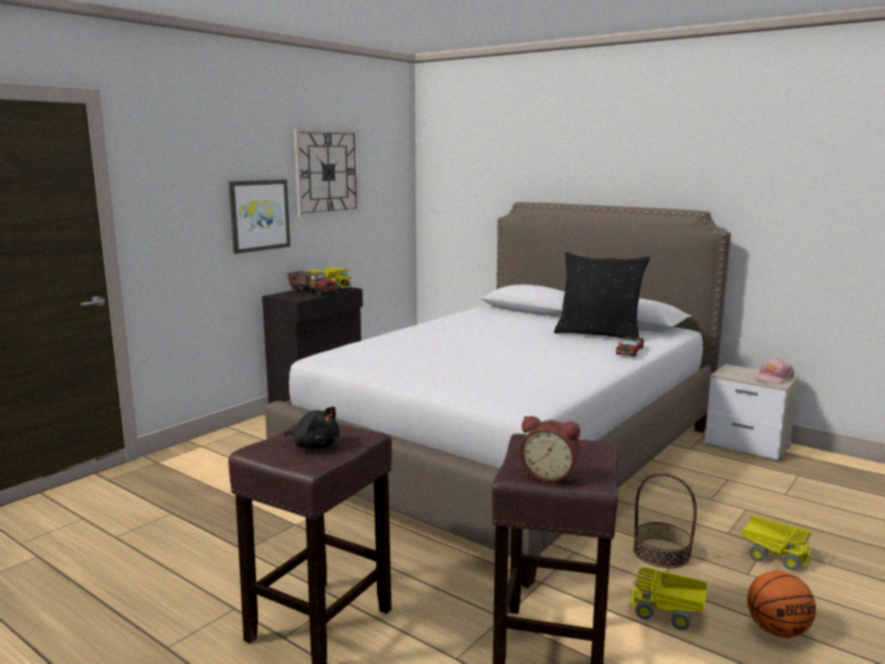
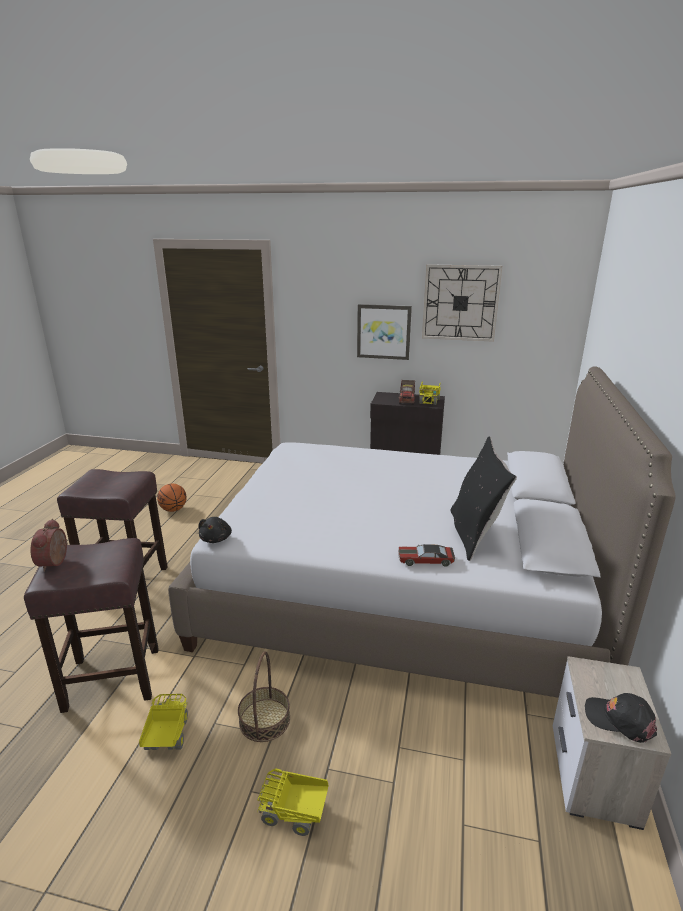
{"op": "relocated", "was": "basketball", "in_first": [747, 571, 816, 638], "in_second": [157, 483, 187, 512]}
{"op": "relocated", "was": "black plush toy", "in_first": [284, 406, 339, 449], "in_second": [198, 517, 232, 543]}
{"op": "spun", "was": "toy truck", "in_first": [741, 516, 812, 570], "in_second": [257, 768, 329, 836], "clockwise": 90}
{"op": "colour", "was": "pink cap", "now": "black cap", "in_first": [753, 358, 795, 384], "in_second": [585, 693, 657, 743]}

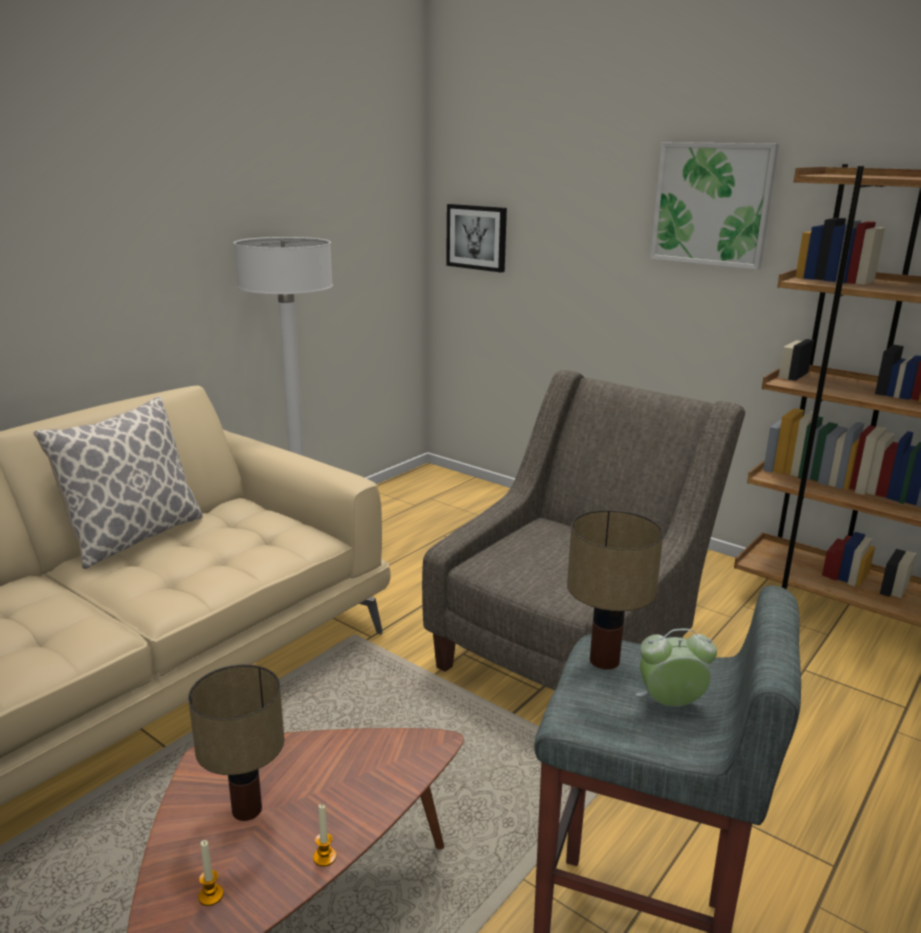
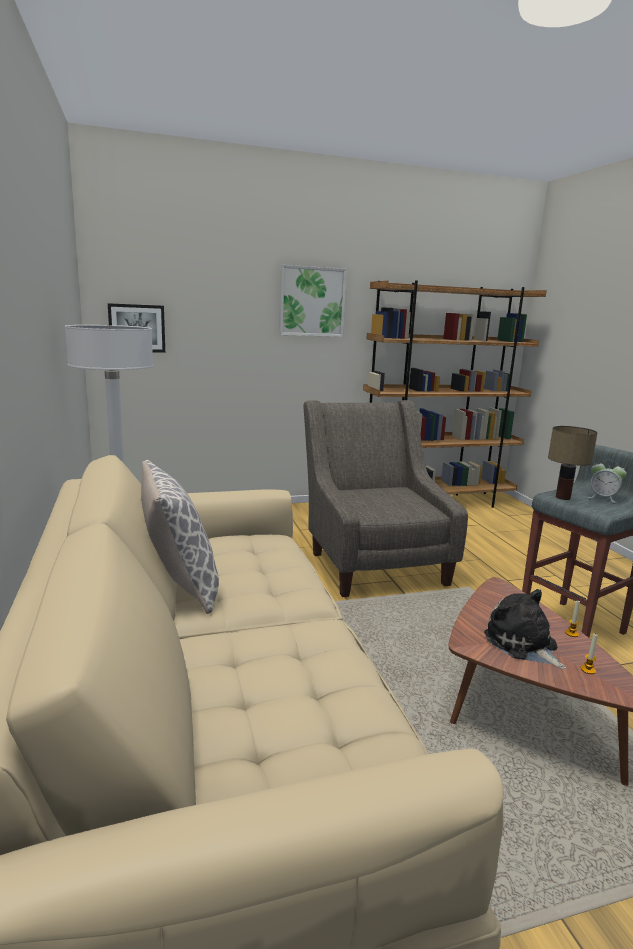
{"op": "exchanged", "was": "table lamp", "now": "plush toy", "in_first": [188, 664, 284, 821], "in_second": [484, 589, 566, 669]}
{"op": "spun", "was": "alarm clock", "in_first": [636, 629, 717, 707], "in_second": [587, 460, 627, 503], "clockwise": -90}

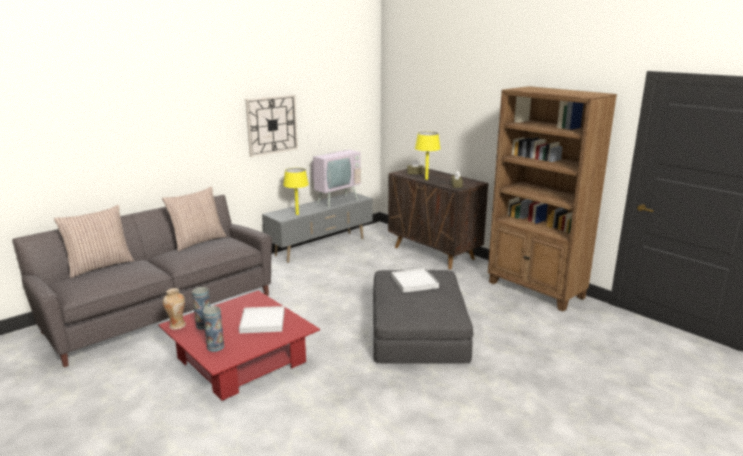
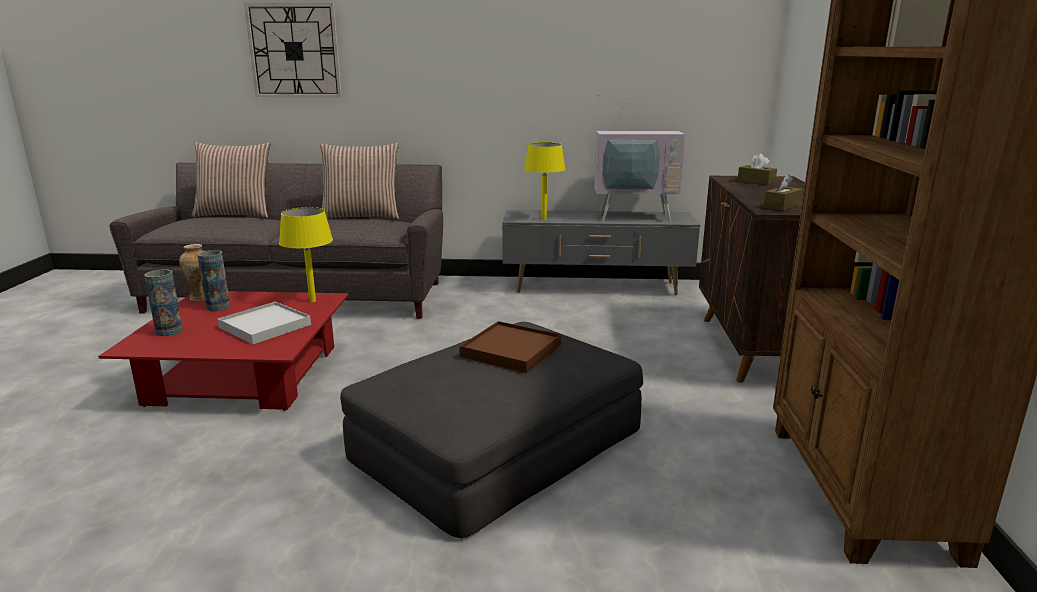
{"op": "relocated", "was": "wall clock", "in_first": [245, 95, 298, 157], "in_second": [244, 3, 342, 97]}
{"op": "relocated", "was": "yellow table lamp", "in_first": [415, 132, 441, 180], "in_second": [279, 207, 333, 302]}
{"op": "colour", "was": "white tray", "now": "brown tray", "in_first": [391, 268, 439, 293], "in_second": [459, 321, 561, 373]}

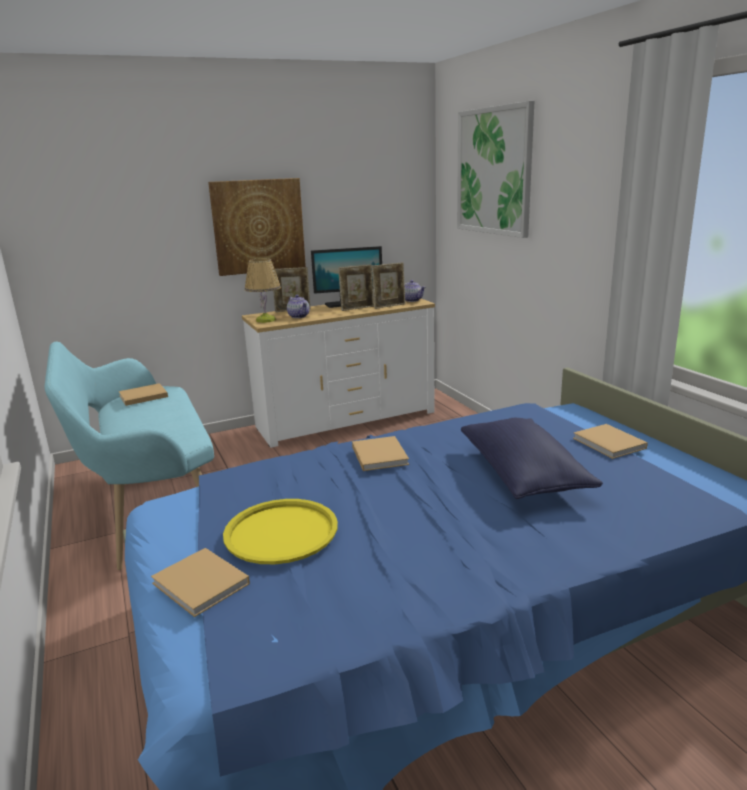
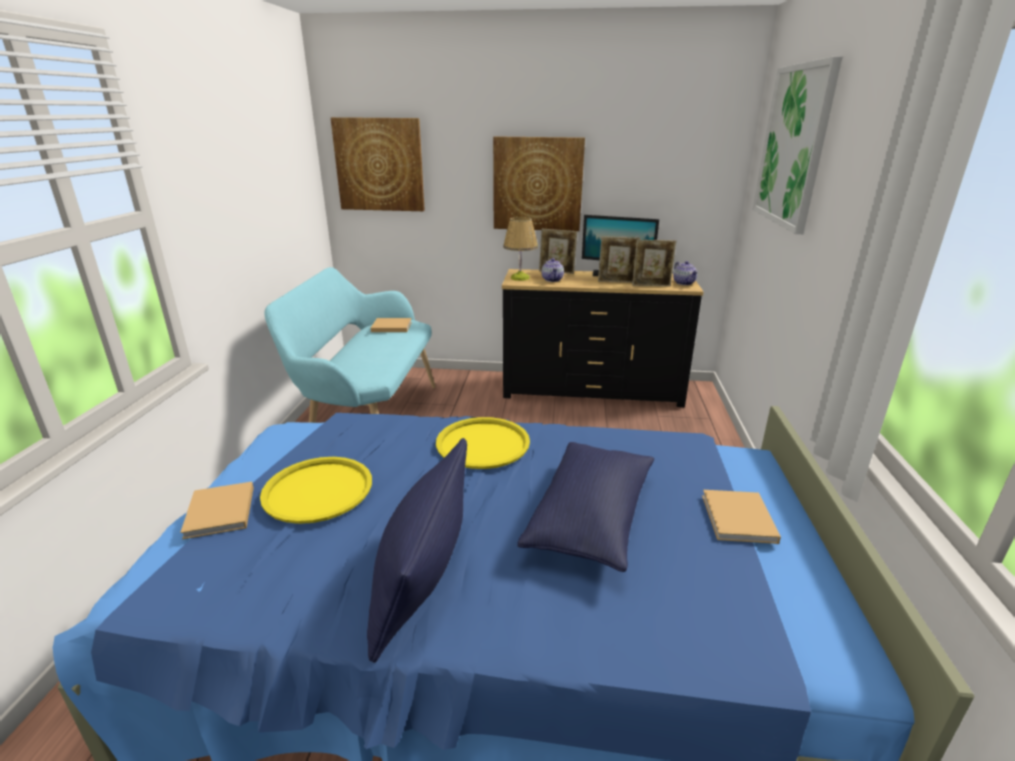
{"op": "appeared", "now": "picture", "in_second": [331, 117, 425, 211]}
{"op": "appeared", "now": "blue pillow", "in_second": [367, 438, 467, 663]}
{"op": "exchanged", "was": "beige book", "now": "yellow tray", "in_first": [352, 436, 409, 471], "in_second": [436, 417, 530, 469]}
{"op": "colour", "was": "white dresser", "now": "black dresser", "in_first": [242, 299, 435, 448], "in_second": [502, 269, 703, 407]}

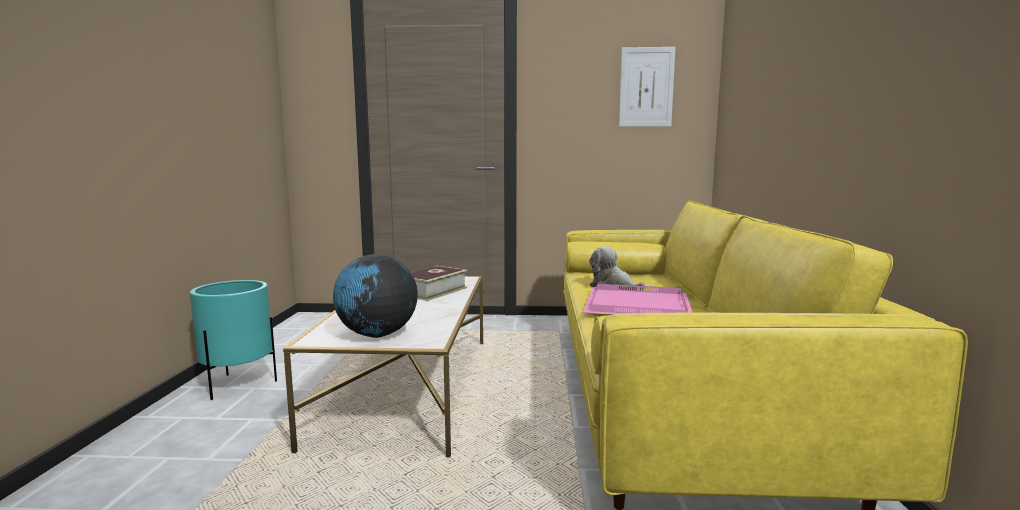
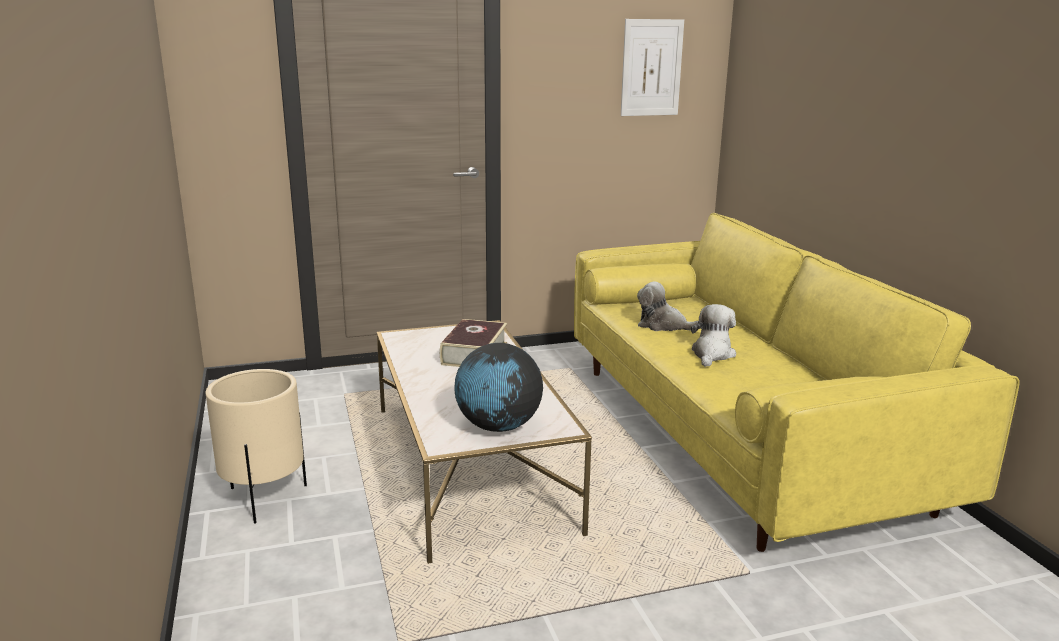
{"op": "colour", "was": "turquoise planter", "now": "beige planter", "in_first": [190, 280, 277, 400], "in_second": [206, 369, 307, 524]}
{"op": "exchanged", "was": "pink tray", "now": "plush toy", "in_first": [583, 284, 693, 317], "in_second": [691, 304, 736, 367]}

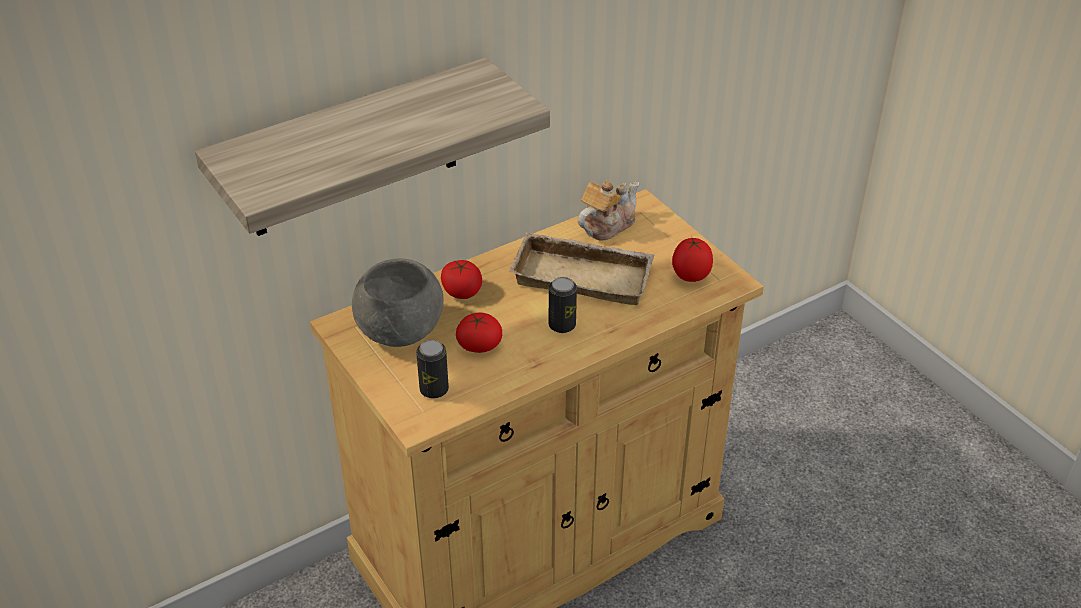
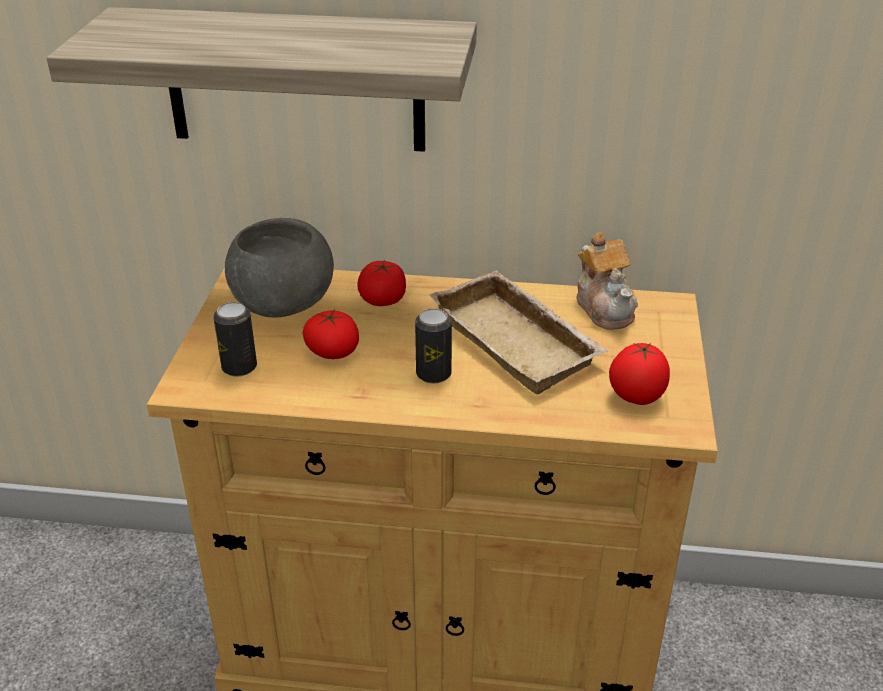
{"op": "spun", "was": "teapot", "in_first": [578, 180, 639, 241], "in_second": [576, 232, 638, 330], "clockwise": 75}

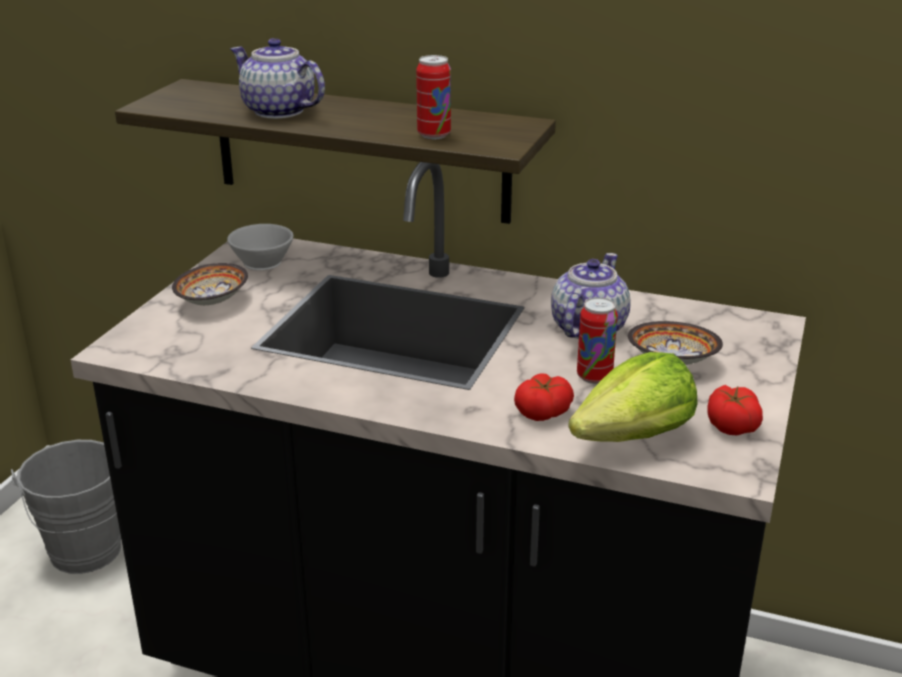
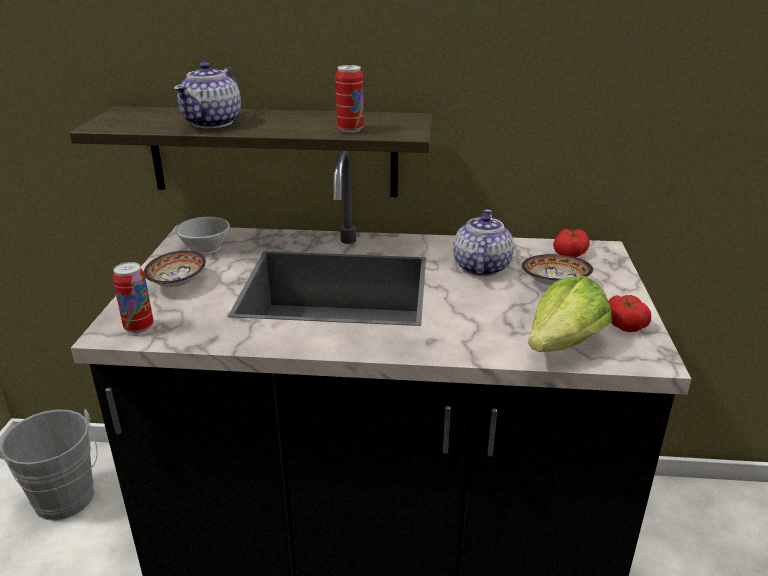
{"op": "relocated", "was": "can", "in_first": [577, 297, 618, 384], "in_second": [113, 262, 154, 333]}
{"op": "spun", "was": "teapot", "in_first": [230, 38, 325, 119], "in_second": [174, 62, 241, 128], "clockwise": -90}
{"op": "relocated", "was": "tomato", "in_first": [514, 373, 574, 421], "in_second": [553, 229, 590, 257]}

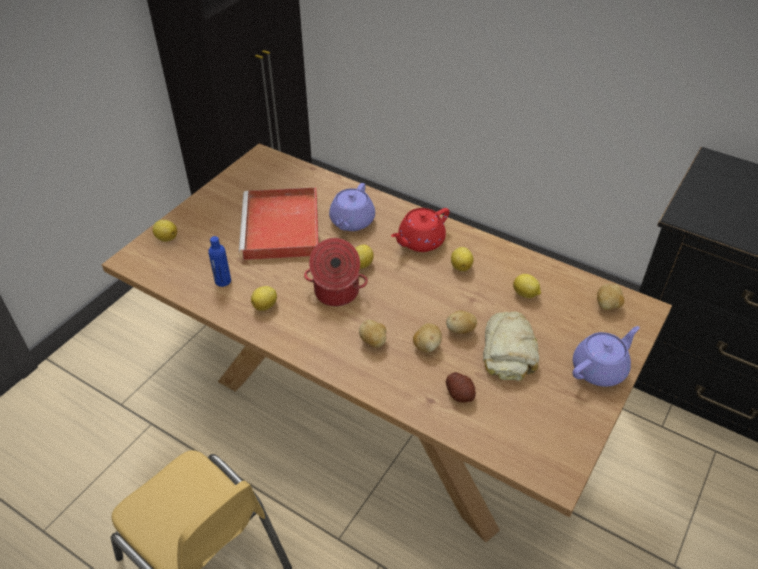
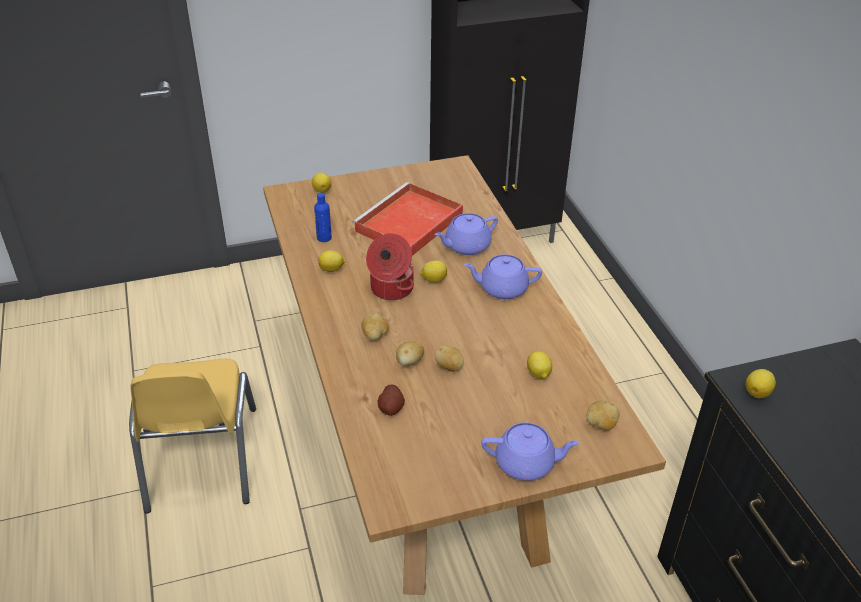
{"op": "colour", "was": "red teapot", "now": "purple teapot", "in_first": [391, 208, 450, 252], "in_second": [464, 254, 542, 299]}
{"op": "relocated", "was": "lemon", "in_first": [451, 247, 474, 271], "in_second": [746, 369, 776, 398]}
{"op": "missing", "was": "bread", "in_first": [483, 311, 539, 381]}

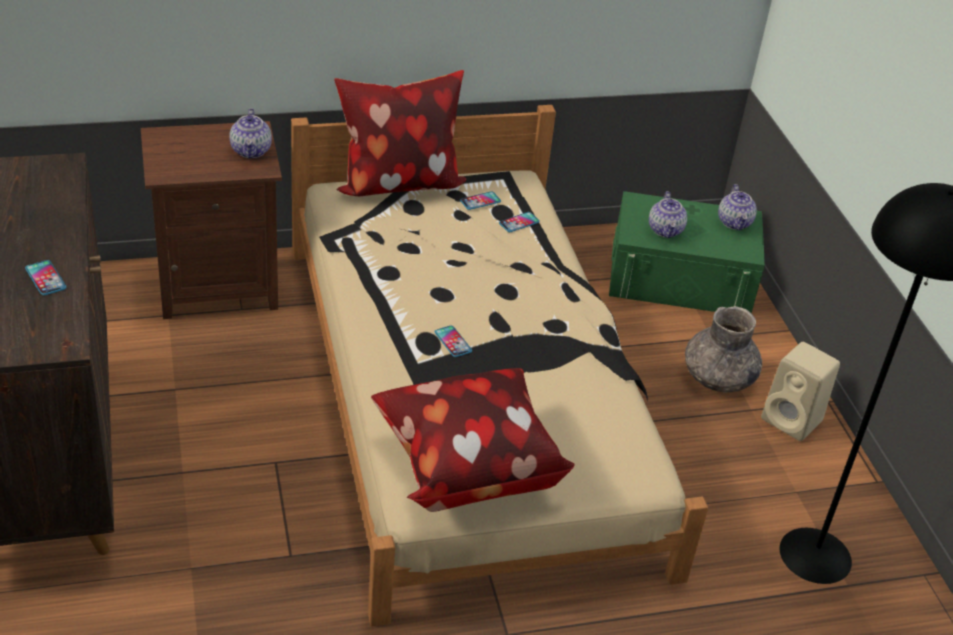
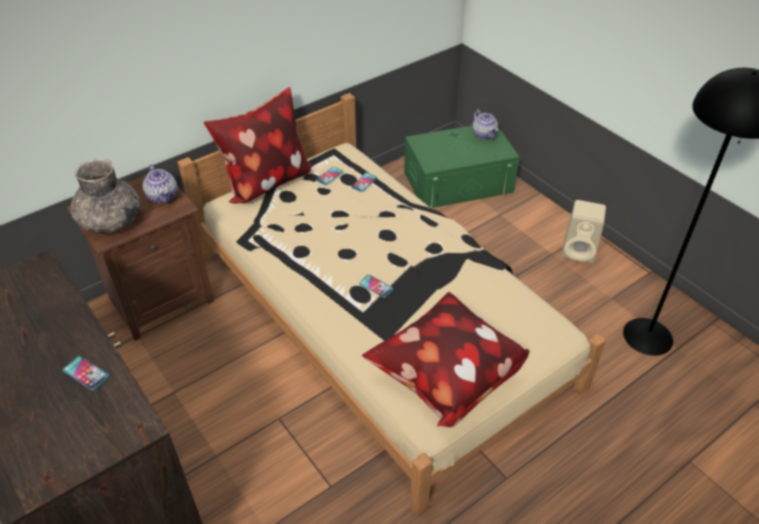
{"op": "relocated", "was": "grey vase", "in_first": [685, 306, 762, 392], "in_second": [70, 158, 140, 234]}
{"op": "missing", "was": "teapot", "in_first": [649, 191, 687, 238]}

